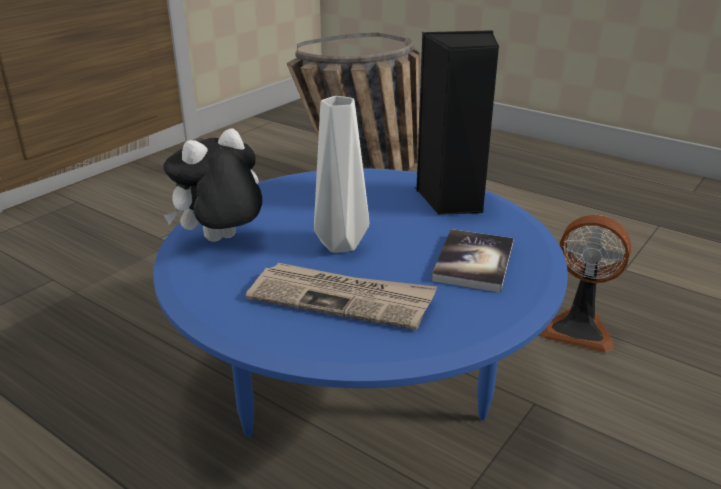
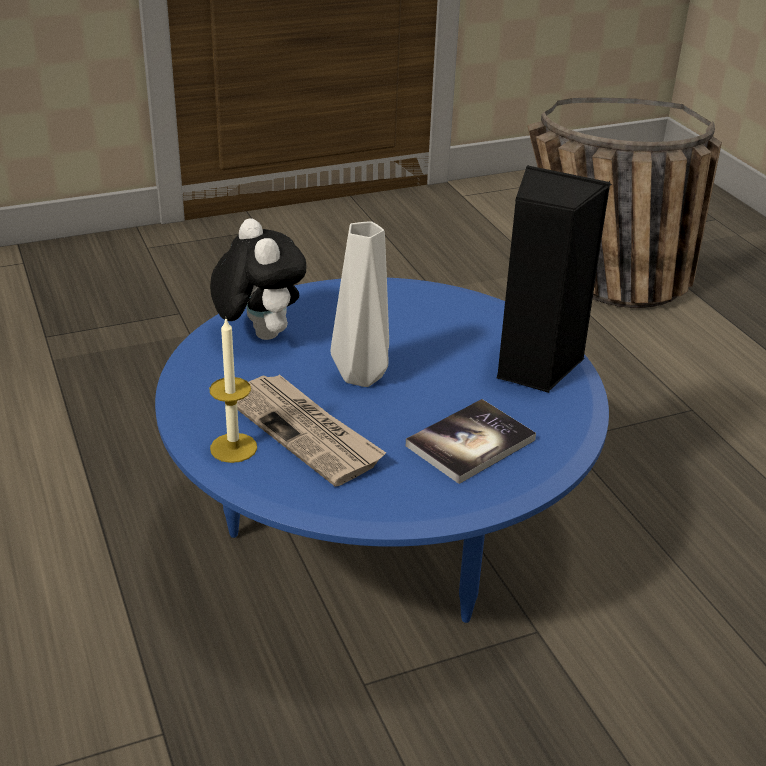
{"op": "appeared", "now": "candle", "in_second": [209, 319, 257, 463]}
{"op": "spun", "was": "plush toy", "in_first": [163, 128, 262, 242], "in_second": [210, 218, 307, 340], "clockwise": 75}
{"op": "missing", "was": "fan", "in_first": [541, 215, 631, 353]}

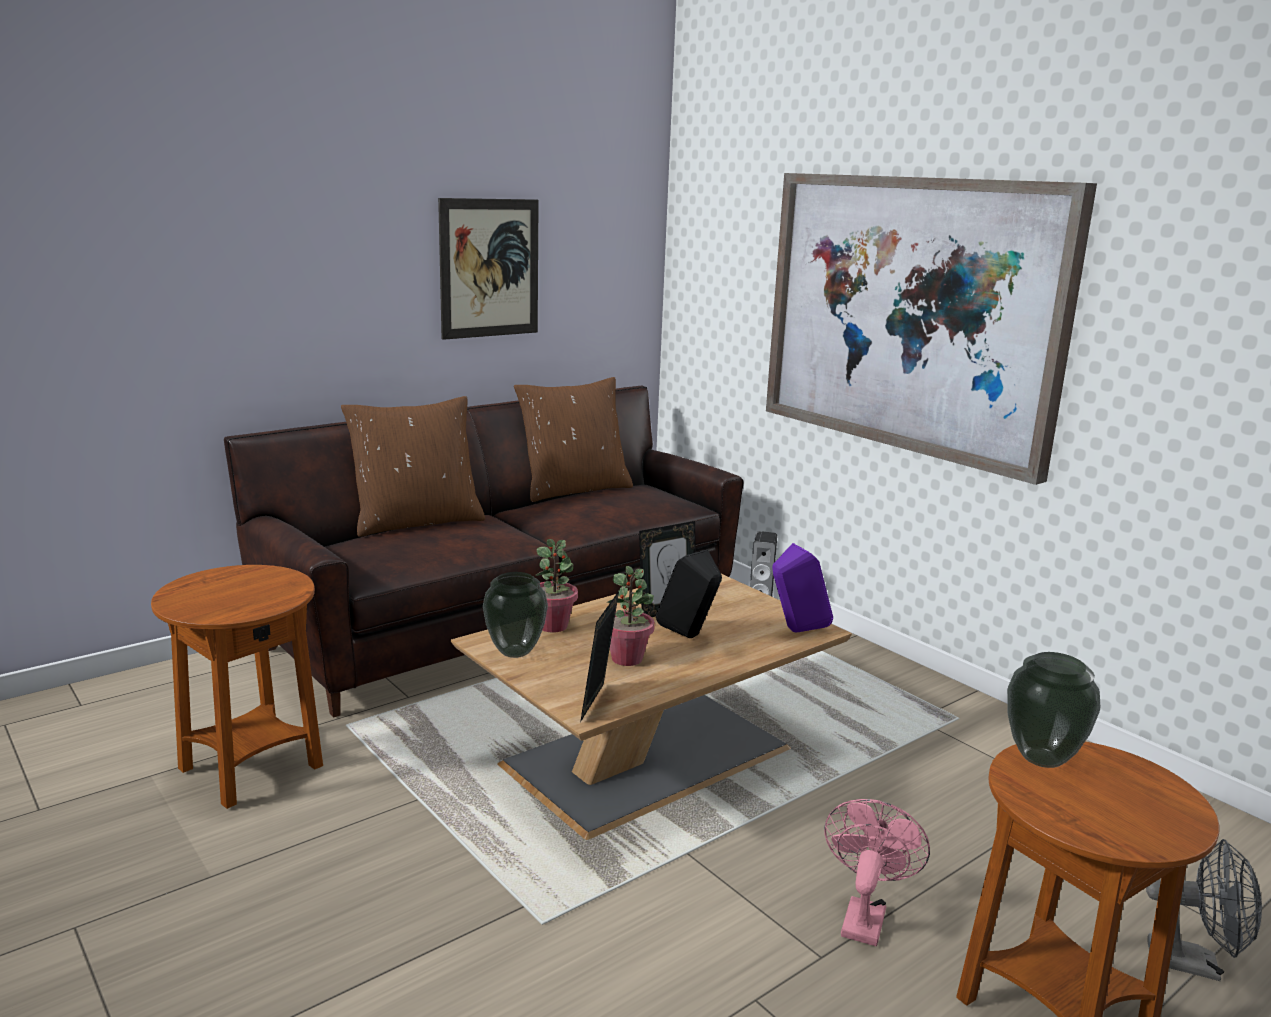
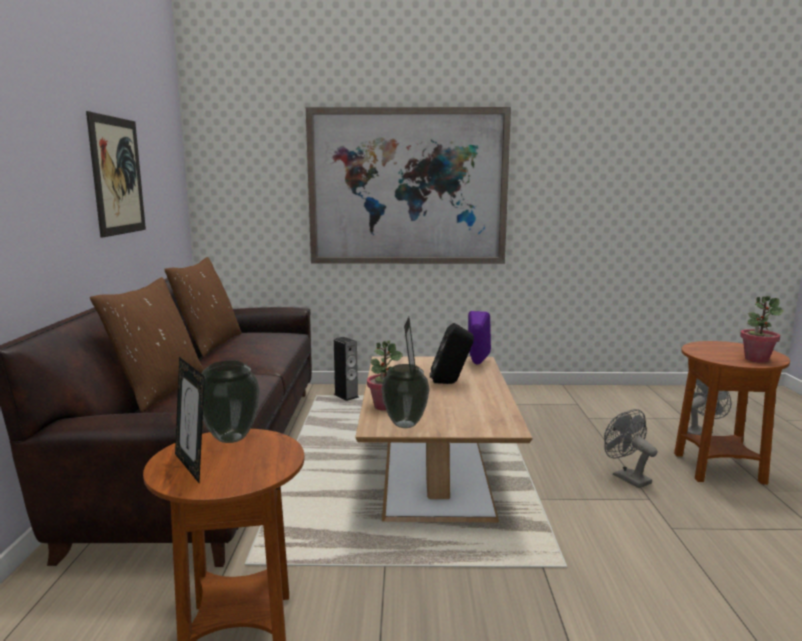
{"op": "relocated", "was": "picture frame", "in_first": [580, 591, 619, 722], "in_second": [175, 357, 205, 483]}
{"op": "relocated", "was": "vase", "in_first": [1007, 652, 1100, 768], "in_second": [202, 361, 260, 443]}
{"op": "colour", "was": "pink fan", "now": "grey fan", "in_first": [824, 799, 930, 946], "in_second": [604, 409, 658, 488]}
{"op": "relocated", "was": "potted plant", "in_first": [607, 566, 655, 666], "in_second": [740, 296, 784, 363]}

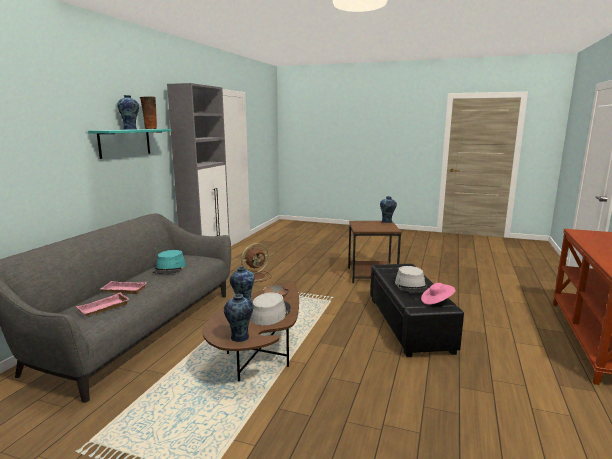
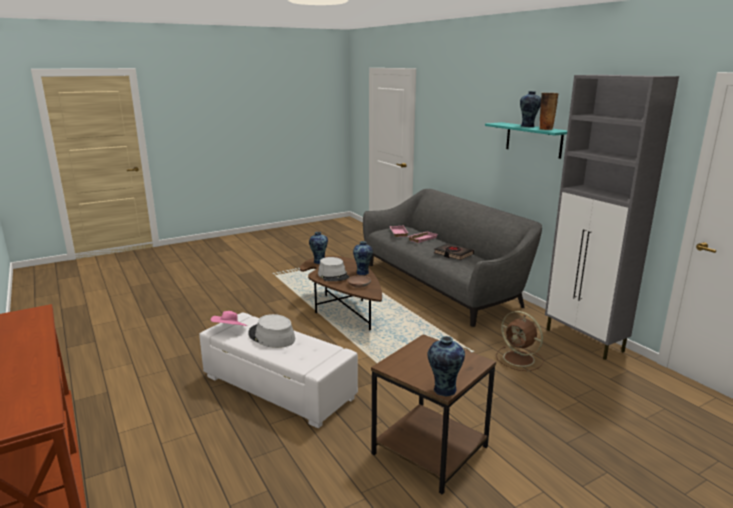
{"op": "colour", "was": "black ottoman", "now": "white ottoman", "in_first": [370, 264, 464, 357], "in_second": [199, 313, 358, 429]}
{"op": "exchanged", "was": "turquoise hat", "now": "black book", "in_first": [153, 250, 186, 274], "in_second": [434, 243, 474, 260]}
{"op": "spun", "was": "brown fan", "in_first": [241, 243, 272, 282], "in_second": [496, 311, 544, 371], "clockwise": -45}

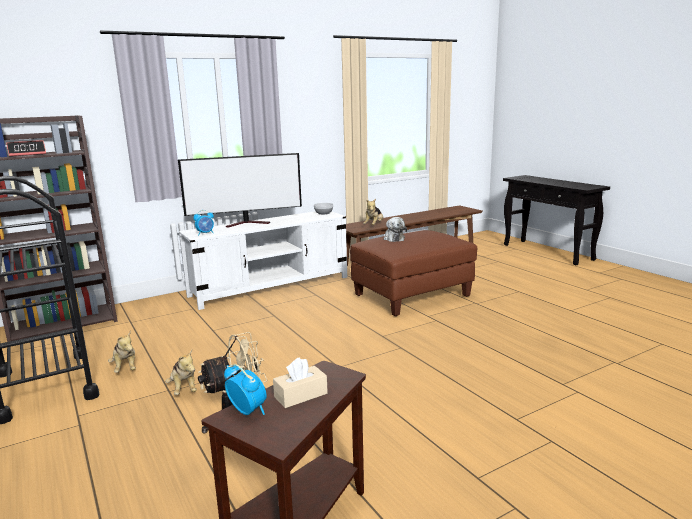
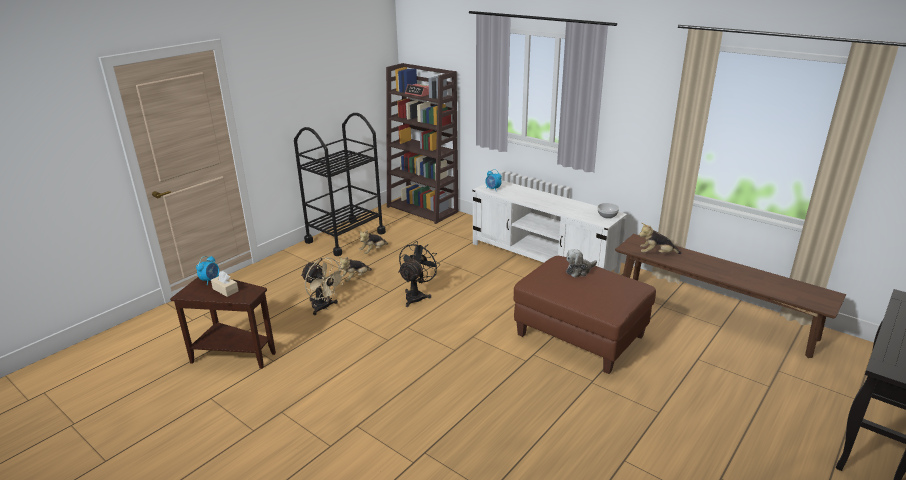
{"op": "appeared", "now": "black fan", "in_second": [398, 241, 440, 307]}
{"op": "missing", "was": "television", "in_first": [178, 153, 302, 227]}

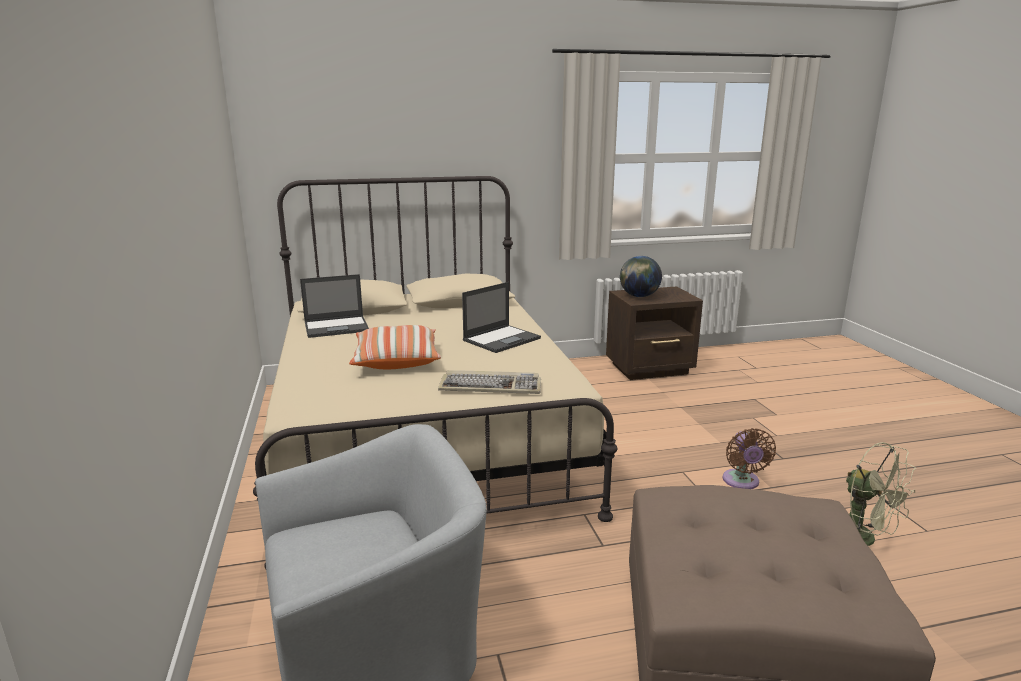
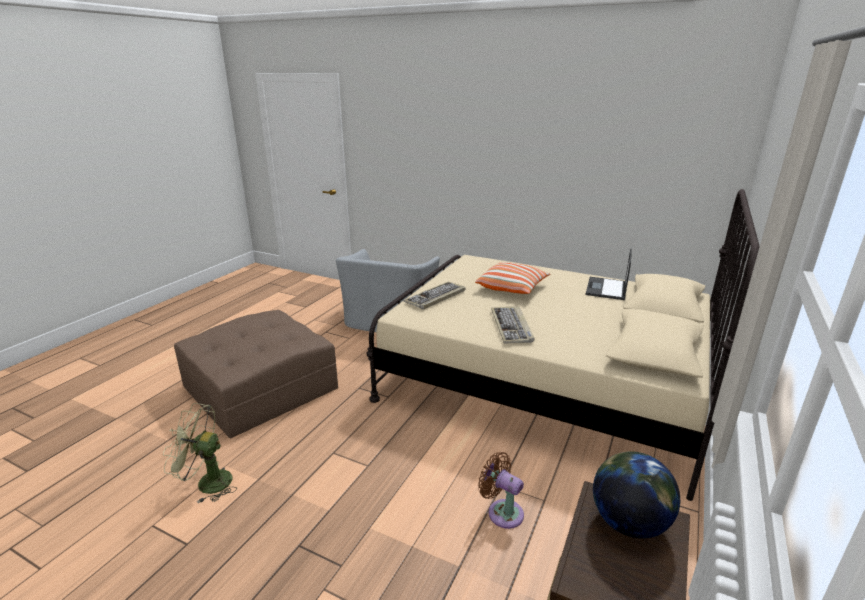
{"op": "relocated", "was": "brown fan", "in_first": [722, 428, 776, 489], "in_second": [478, 452, 524, 529]}
{"op": "exchanged", "was": "laptop", "now": "keyboard", "in_first": [462, 282, 541, 353], "in_second": [491, 306, 534, 344]}

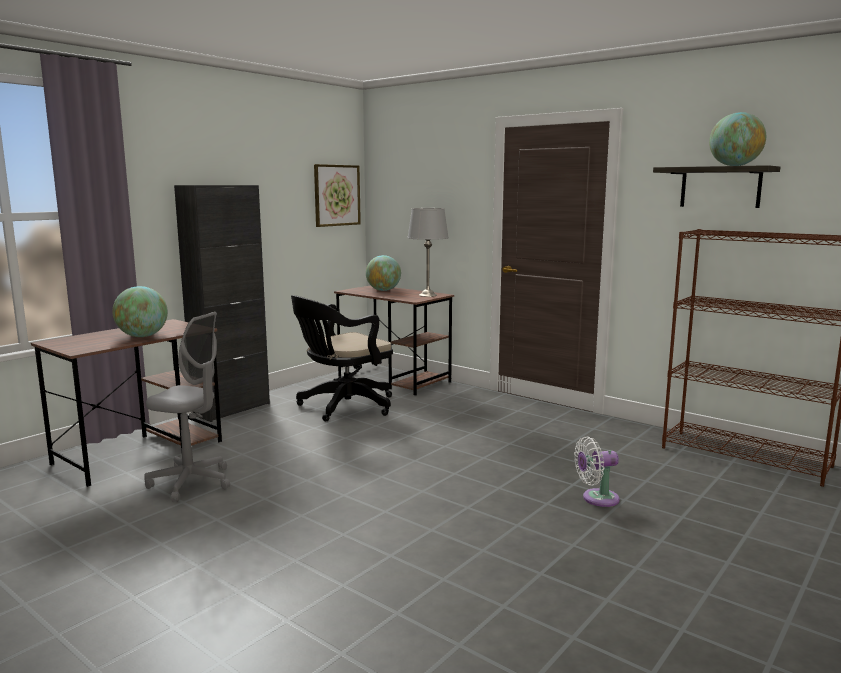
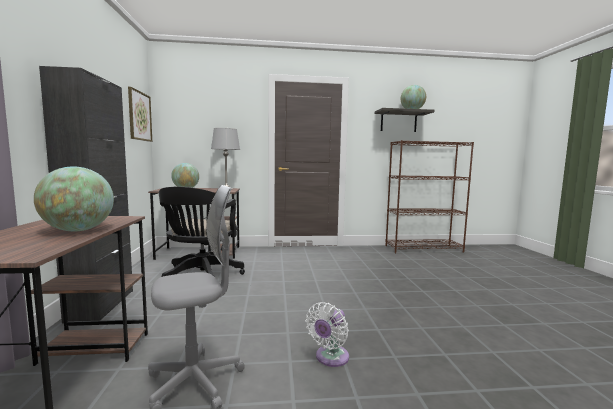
{"op": "relocated", "was": "white fan", "in_first": [574, 437, 620, 507], "in_second": [306, 302, 349, 367]}

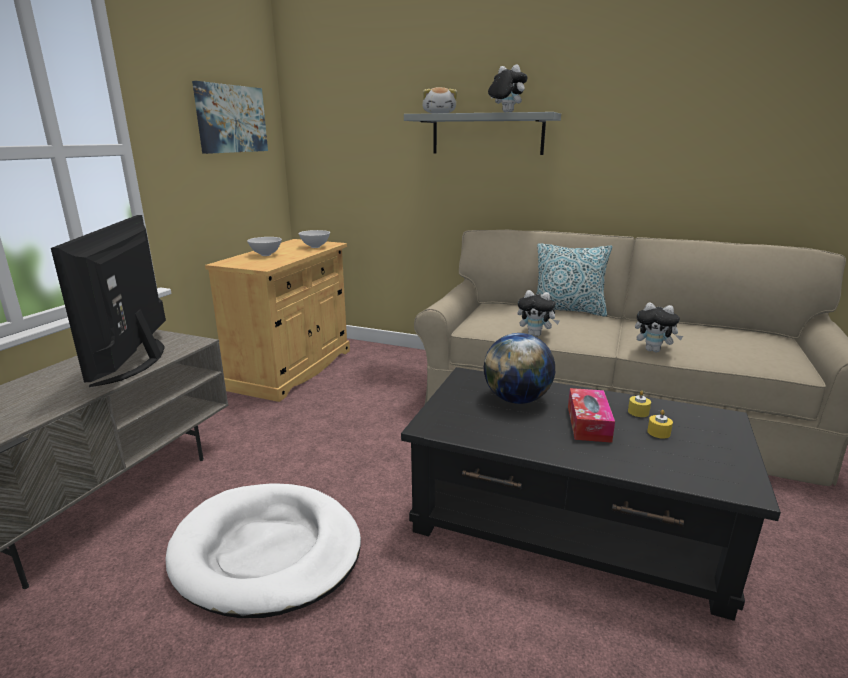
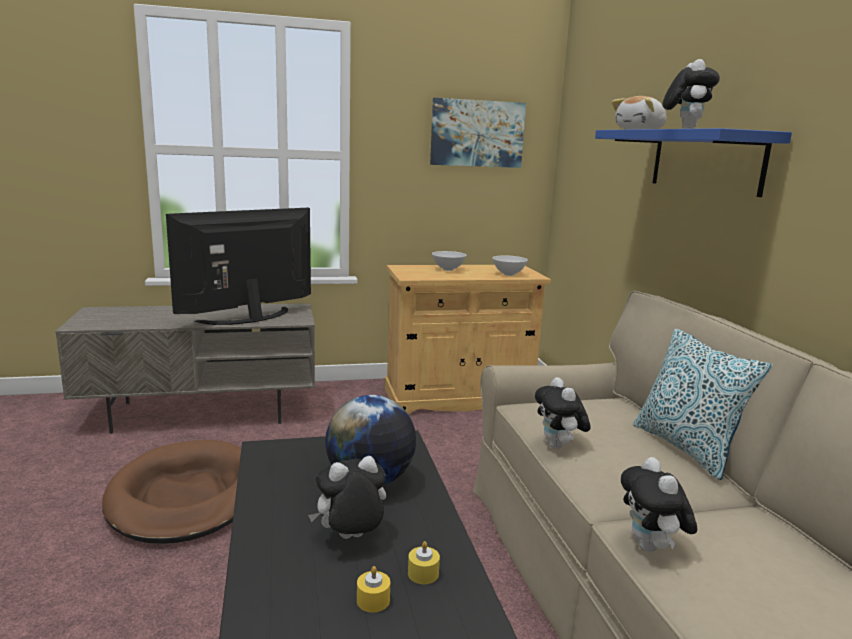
{"op": "colour", "was": "white dog bed", "now": "brown dog bed", "in_first": [165, 483, 361, 618], "in_second": [102, 440, 241, 544]}
{"op": "exchanged", "was": "tissue box", "now": "plush toy", "in_first": [568, 388, 615, 443], "in_second": [308, 456, 386, 539]}
{"op": "colour", "was": "grey shelf", "now": "blue shelf", "in_first": [404, 112, 561, 155], "in_second": [595, 128, 792, 197]}

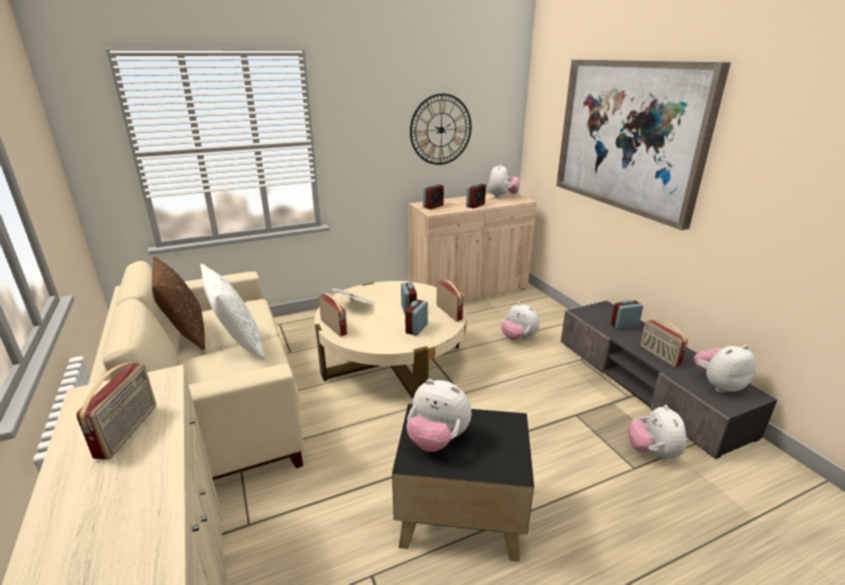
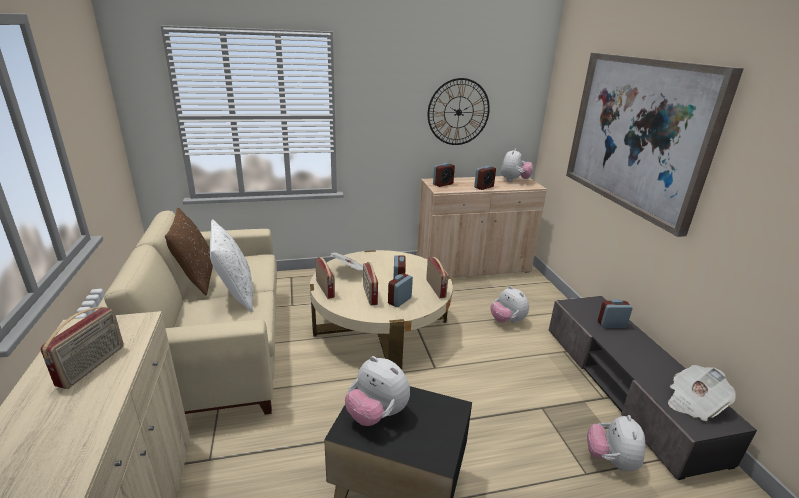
{"op": "relocated", "was": "radio", "in_first": [640, 319, 688, 367], "in_second": [363, 262, 378, 305]}
{"op": "exchanged", "was": "plush toy", "now": "newspaper", "in_first": [694, 345, 756, 393], "in_second": [668, 365, 736, 421]}

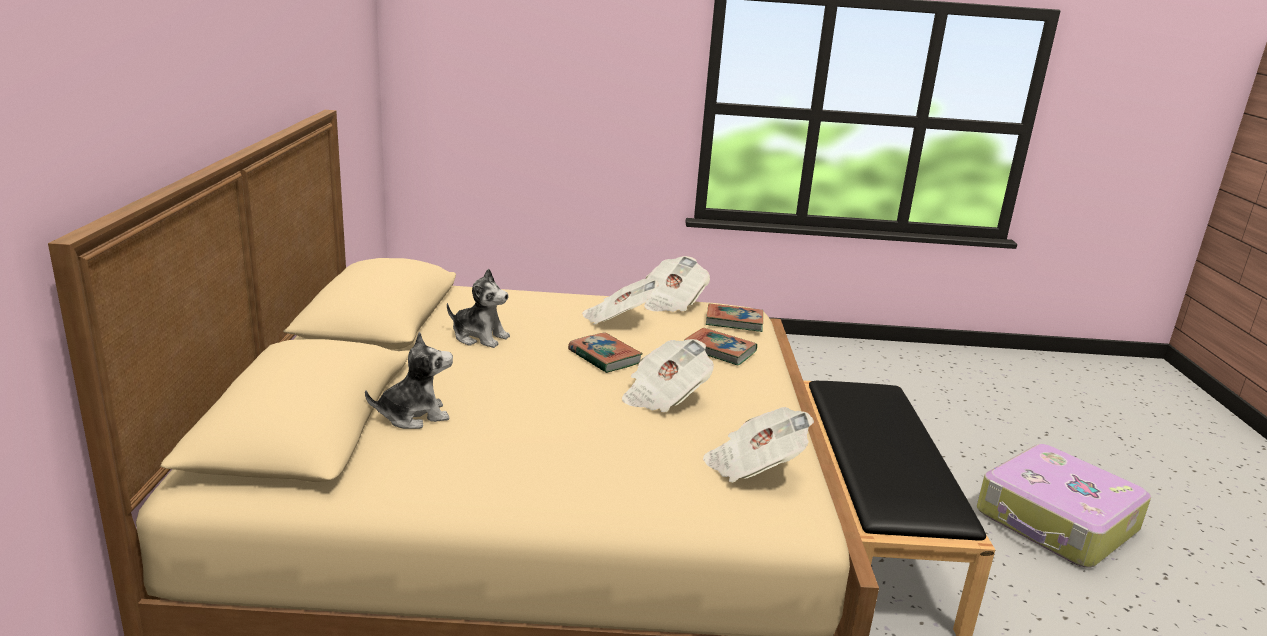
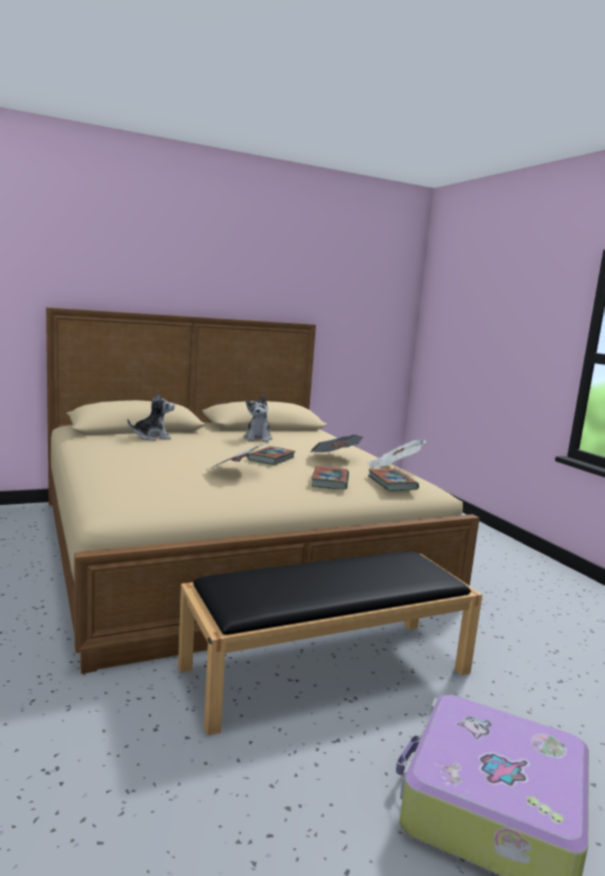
{"op": "spun", "was": "plush toy", "in_first": [365, 332, 453, 429], "in_second": [128, 390, 175, 441], "clockwise": -60}
{"op": "missing", "was": "newspaper", "in_first": [703, 407, 814, 483]}

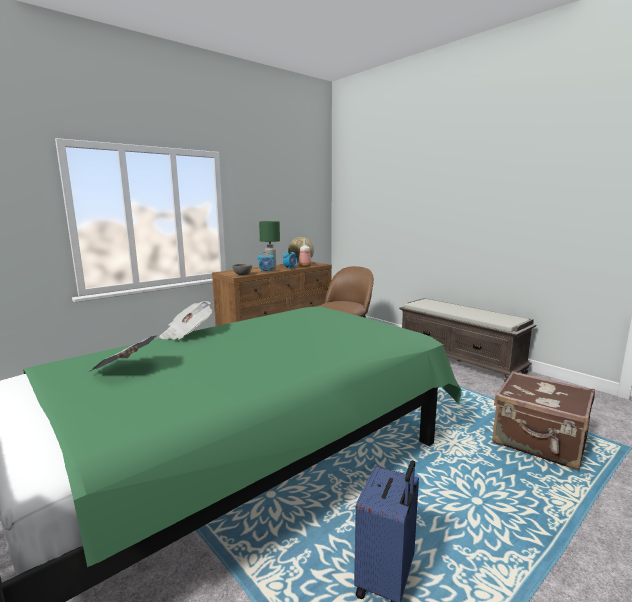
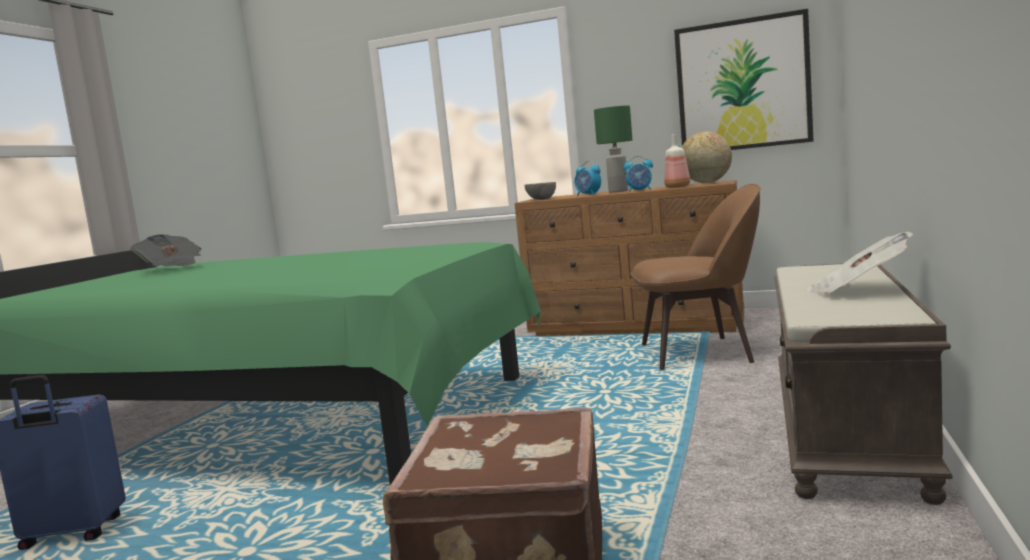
{"op": "appeared", "now": "picture", "in_second": [674, 9, 813, 150]}
{"op": "relocated", "was": "newspaper", "in_first": [159, 301, 212, 340], "in_second": [805, 232, 913, 294]}

